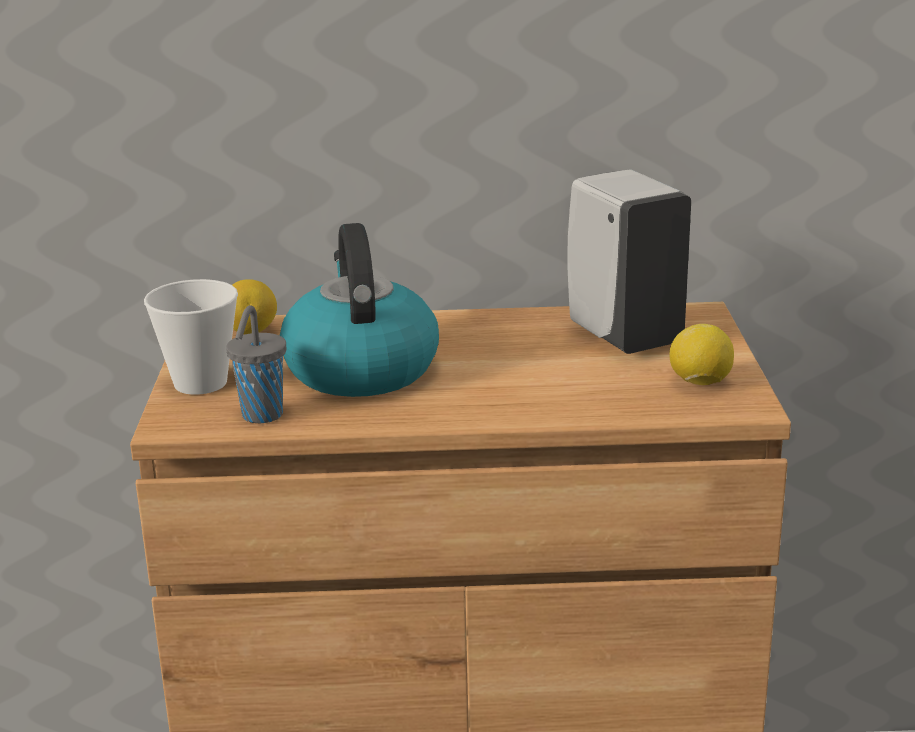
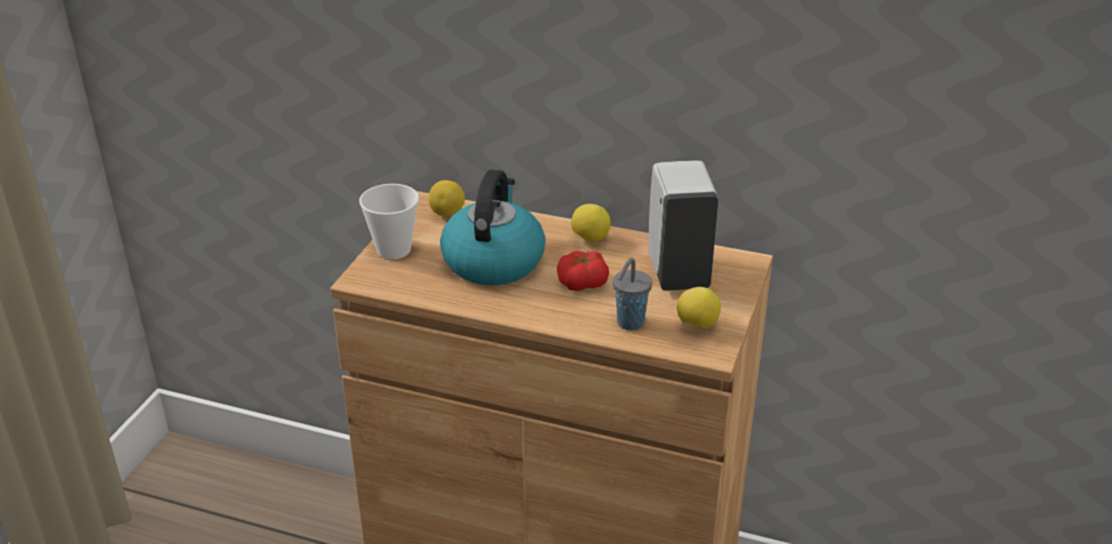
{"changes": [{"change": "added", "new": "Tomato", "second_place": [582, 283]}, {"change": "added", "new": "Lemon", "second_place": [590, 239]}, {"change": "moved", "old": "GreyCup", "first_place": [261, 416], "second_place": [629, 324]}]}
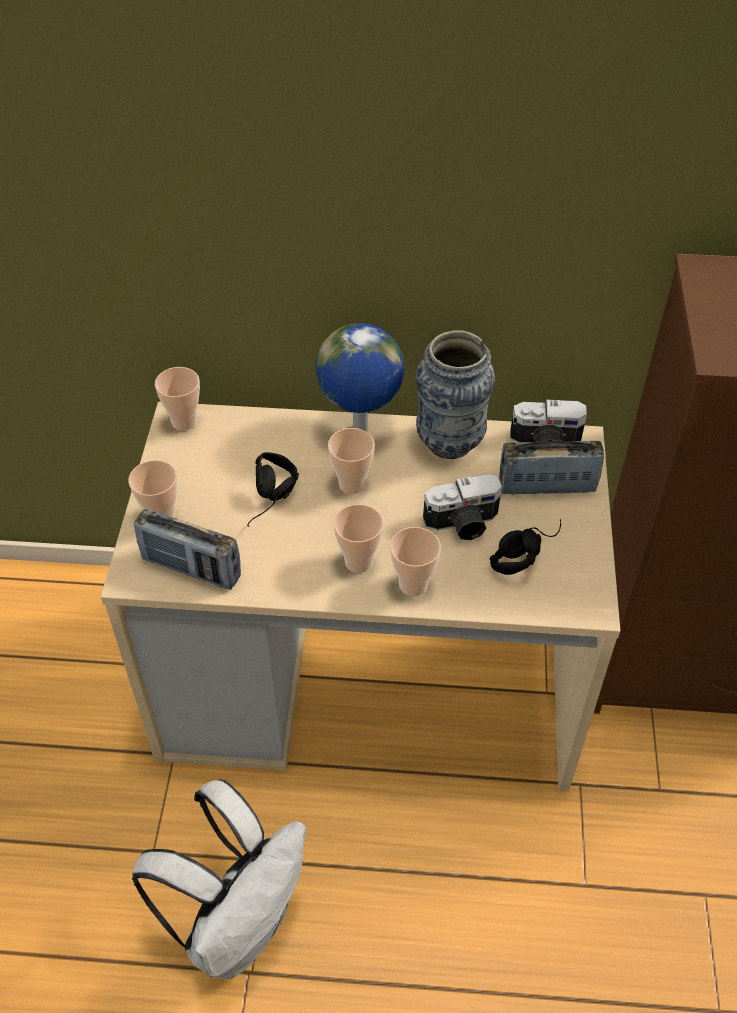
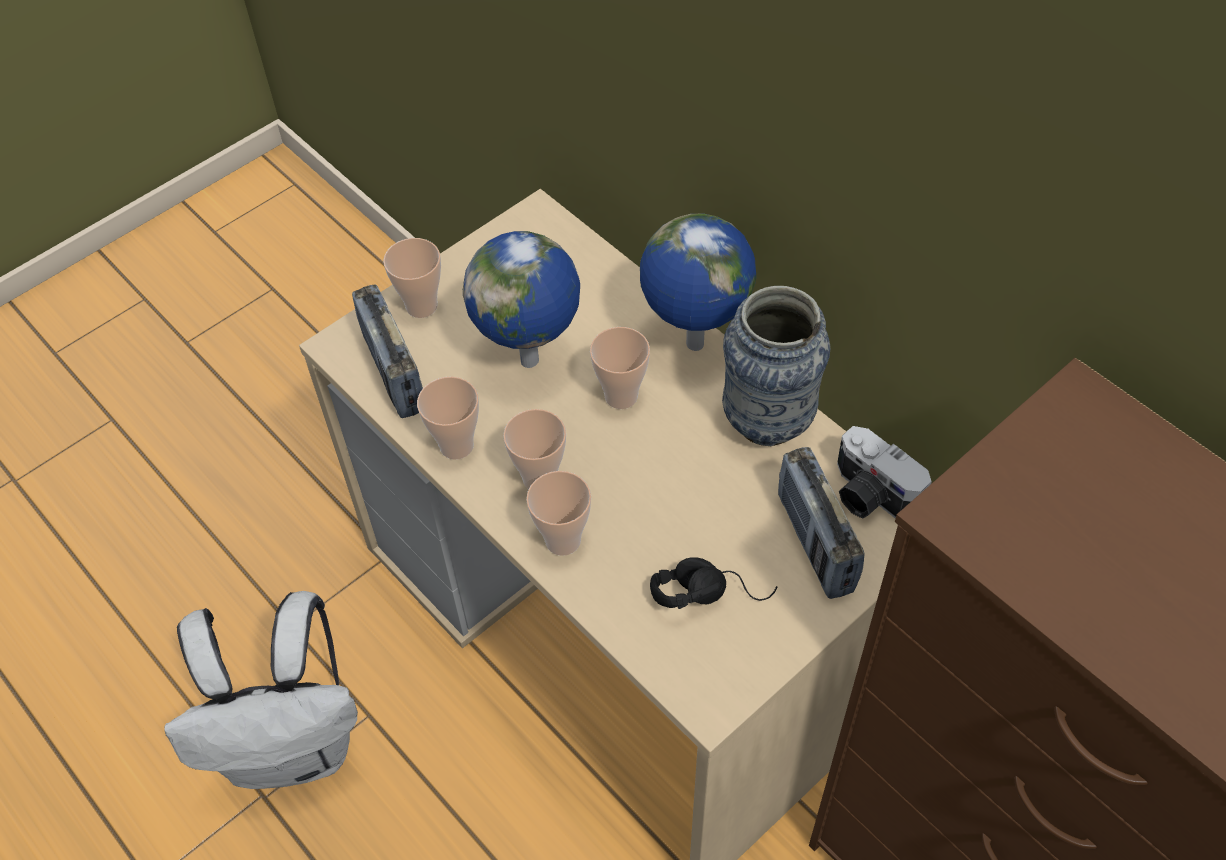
{"changes": [{"change": "removed", "old": "PhotoCamera", "first_place": [463, 524]}, {"change": "moved", "old": "Cup", "first_place": [184, 422], "second_place": [456, 445]}, {"change": "replaced", "old": "BlackHeadphones", "new": "Globe", "first_place": [274, 501], "second_place": [532, 361]}, {"change": "turned", "old": "Radio", "first_place": [546, 487], "second_place": [814, 543], "degrees": -150}]}
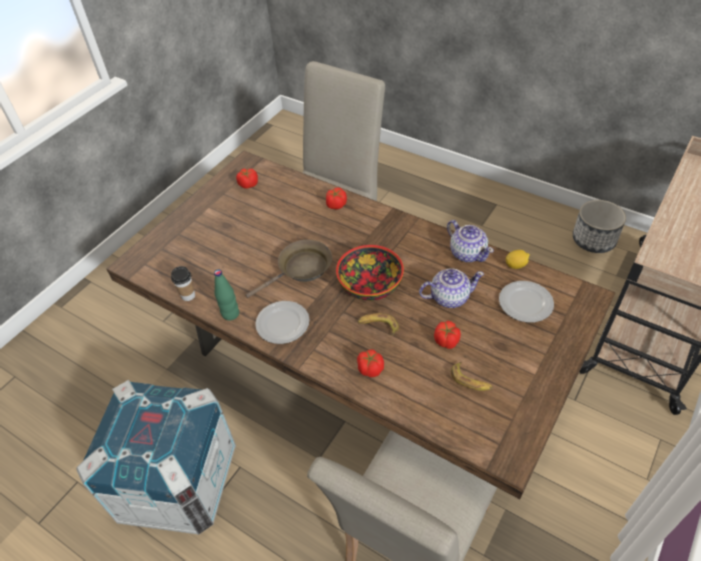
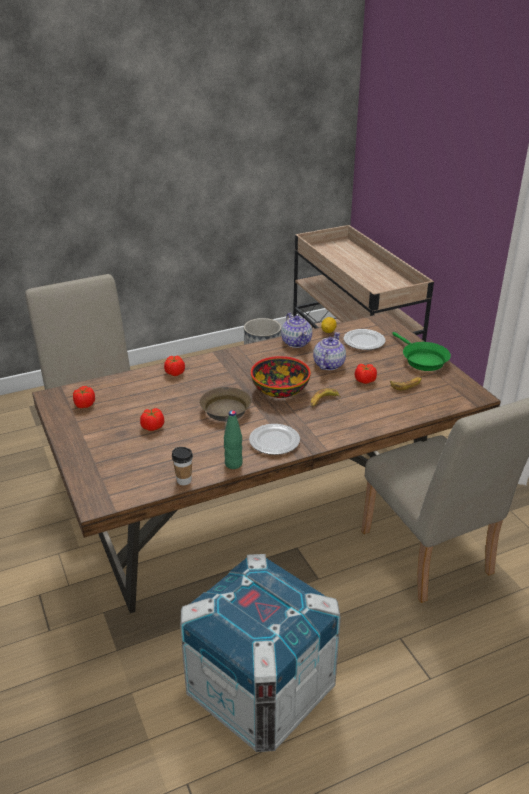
{"changes": [{"change": "added", "new": "GreenFryingPan", "second_place": [422, 359]}, {"change": "moved", "old": "Tomato", "first_place": [370, 369], "second_place": [152, 427]}, {"change": "turned", "old": "Teapot", "first_place": [467, 253], "second_place": [296, 342], "degrees": 75}]}
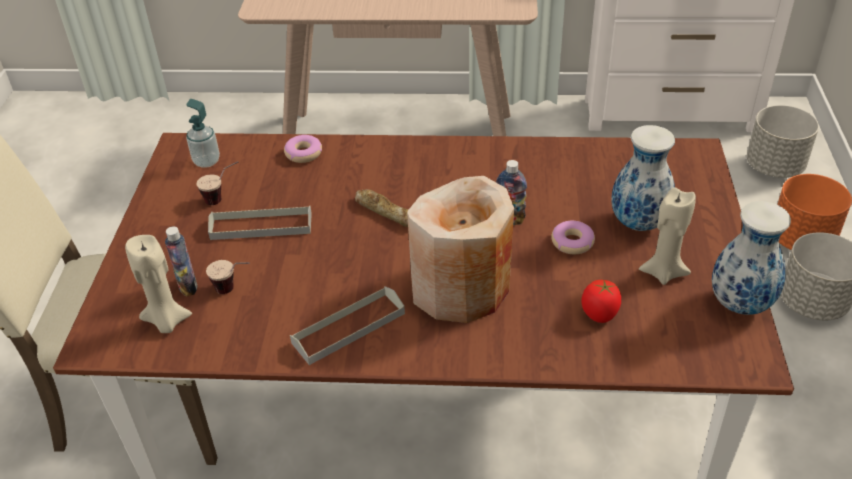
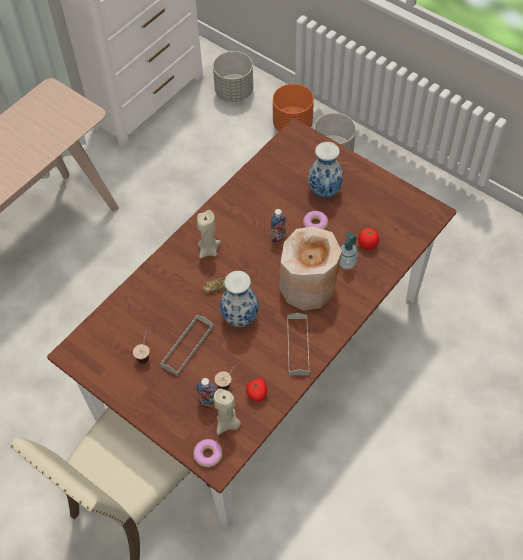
{"changes": [{"change": "added", "new": "Tomato", "second_place": [257, 393]}, {"change": "moved", "old": "SoapDispenser", "first_place": [206, 161], "second_place": [346, 263]}, {"change": "moved", "old": "Donut", "first_place": [303, 153], "second_place": [208, 454]}, {"change": "moved", "old": "BeigeCandle", "first_place": [663, 272], "second_place": [208, 250]}, {"change": "moved", "old": "Vase", "first_place": [740, 305], "second_place": [240, 318]}]}
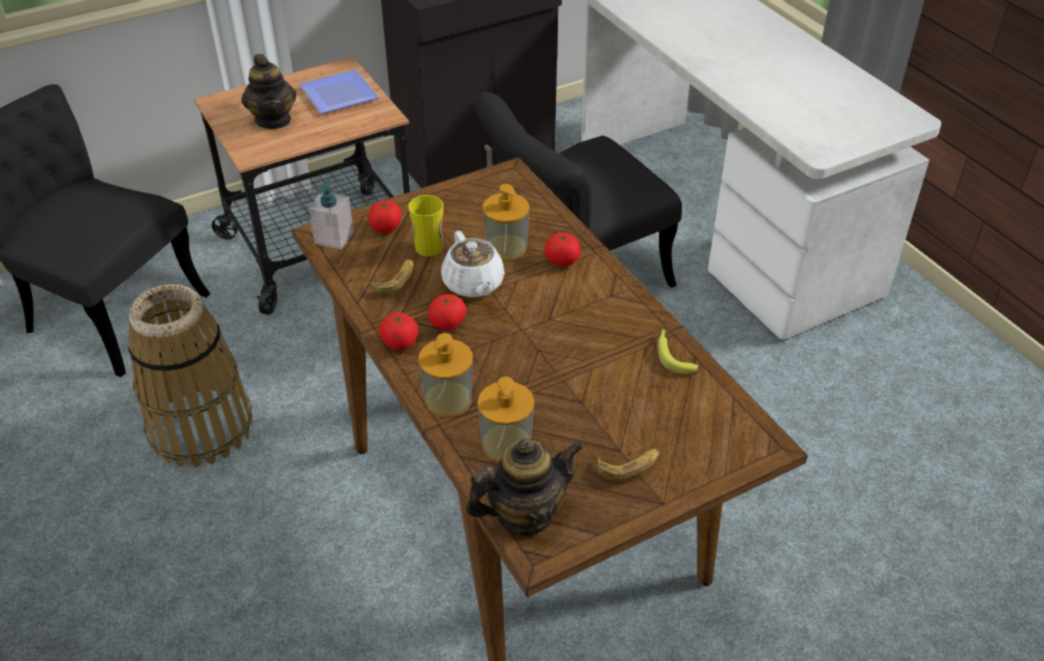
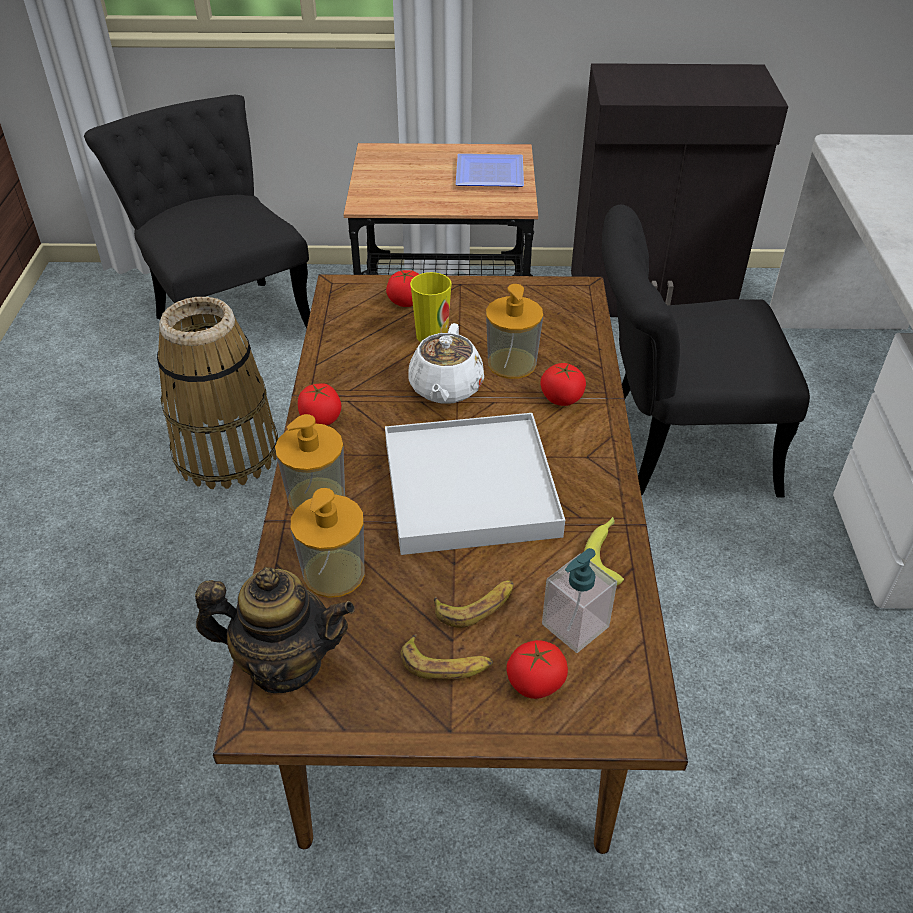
{"changes": [{"change": "removed", "old": "Teapot", "first_place": [273, 120]}, {"change": "added", "new": "WhiteTray", "second_place": [470, 488]}, {"change": "moved", "old": "SoapDispenser", "first_place": [334, 238], "second_place": [575, 626]}, {"change": "moved", "old": "Banana", "first_place": [395, 280], "second_place": [476, 606]}, {"change": "moved", "old": "Tomato", "first_place": [447, 323], "second_place": [535, 683]}]}
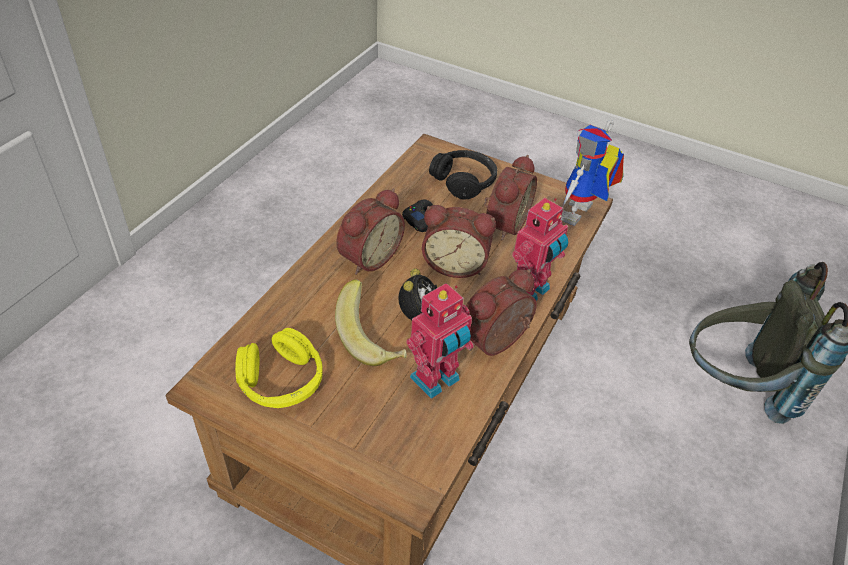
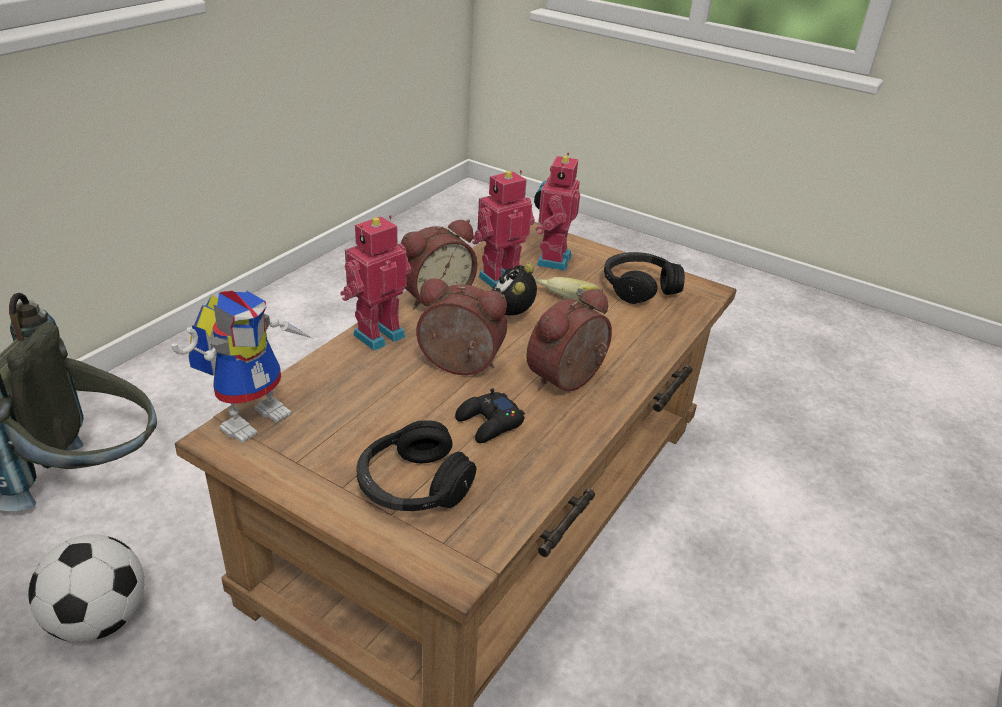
{"changes": [{"change": "removed", "old": "AlarmClock", "first_place": [503, 223]}, {"change": "added", "new": "Football", "second_place": [99, 620]}, {"change": "added", "new": "ToyRobot", "second_place": [551, 260]}, {"change": "recoloured", "old": "YellowHeadphones", "new": "BlackHeadphones", "first_place": [281, 381], "second_place": [639, 287]}]}
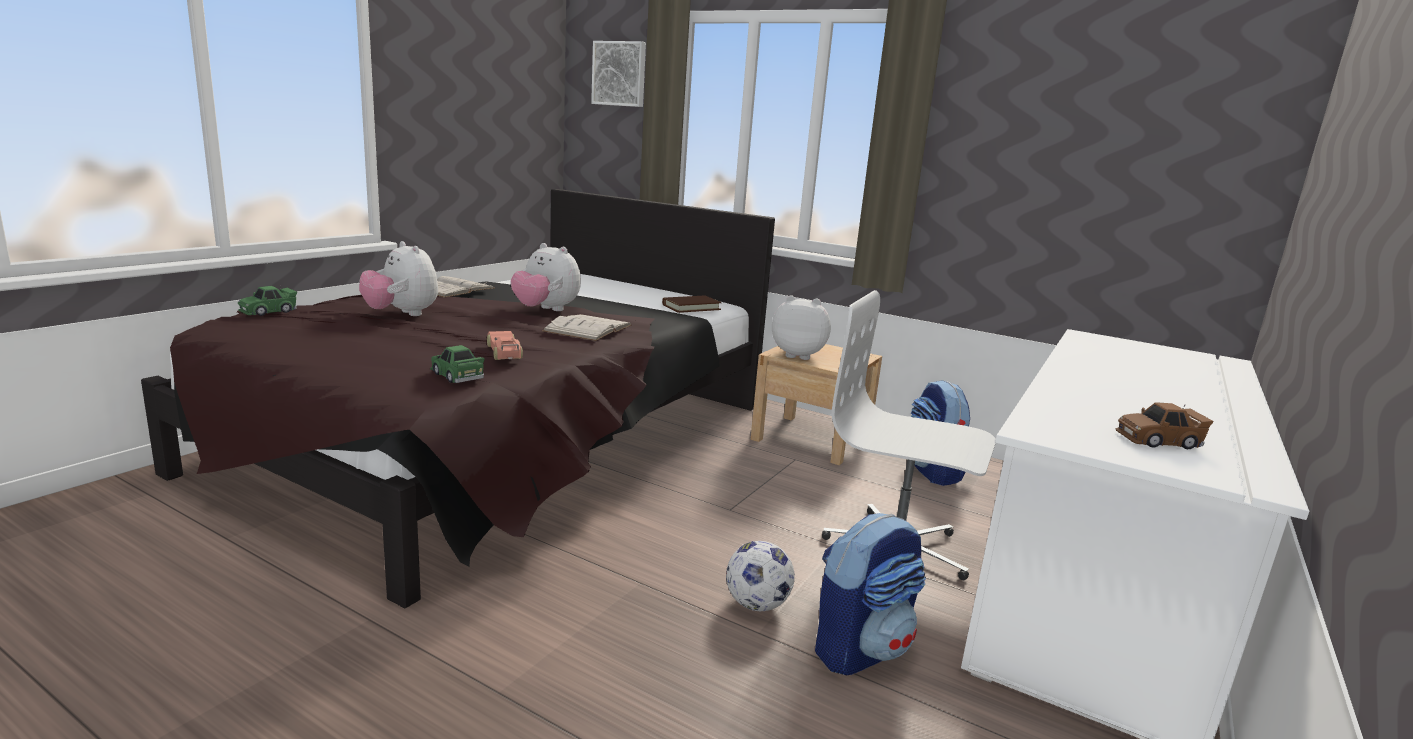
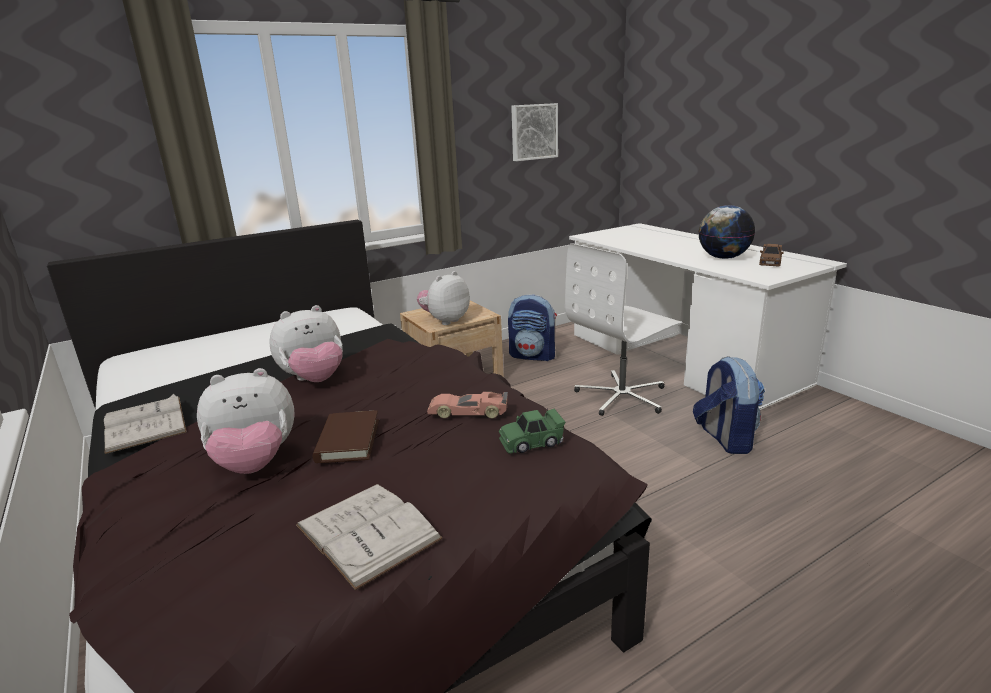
{"changes": [{"change": "removed", "old": "GreenToyCar", "first_place": [268, 311]}, {"change": "removed", "old": "Football", "first_place": [756, 604]}, {"change": "added", "new": "Globe", "second_place": [723, 258]}, {"change": "moved", "old": "WhiteBook", "first_place": [588, 328], "second_place": [367, 532]}, {"change": "moved", "old": "Picture", "first_place": [620, 74], "second_place": [533, 132]}, {"change": "moved", "old": "BrownBook", "first_place": [691, 307], "second_place": [348, 440]}]}
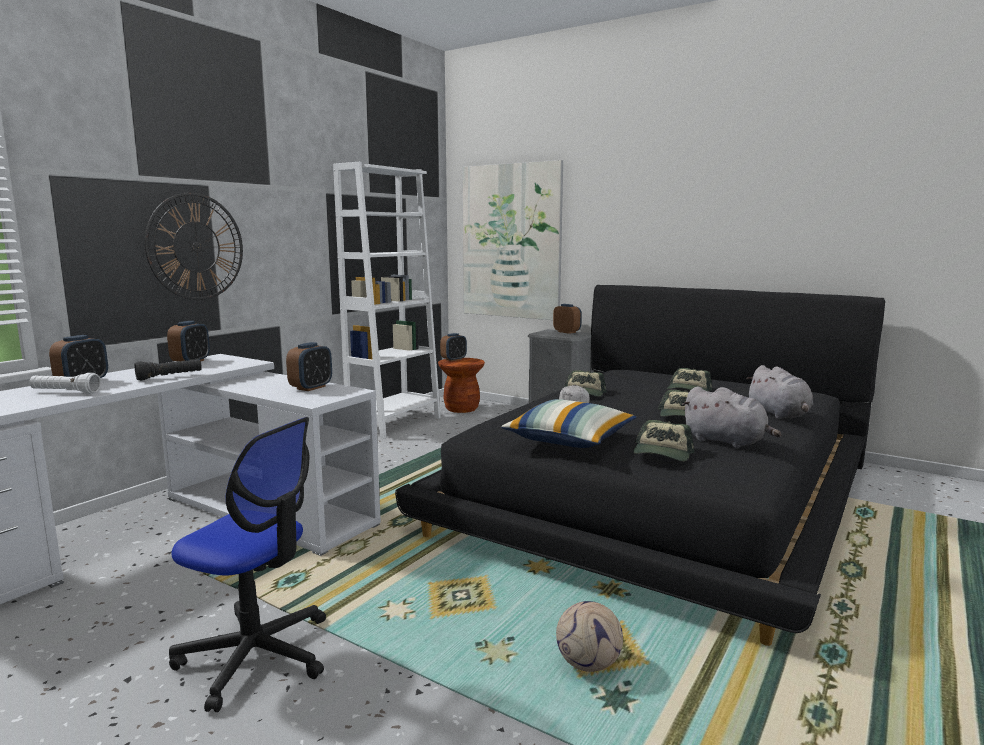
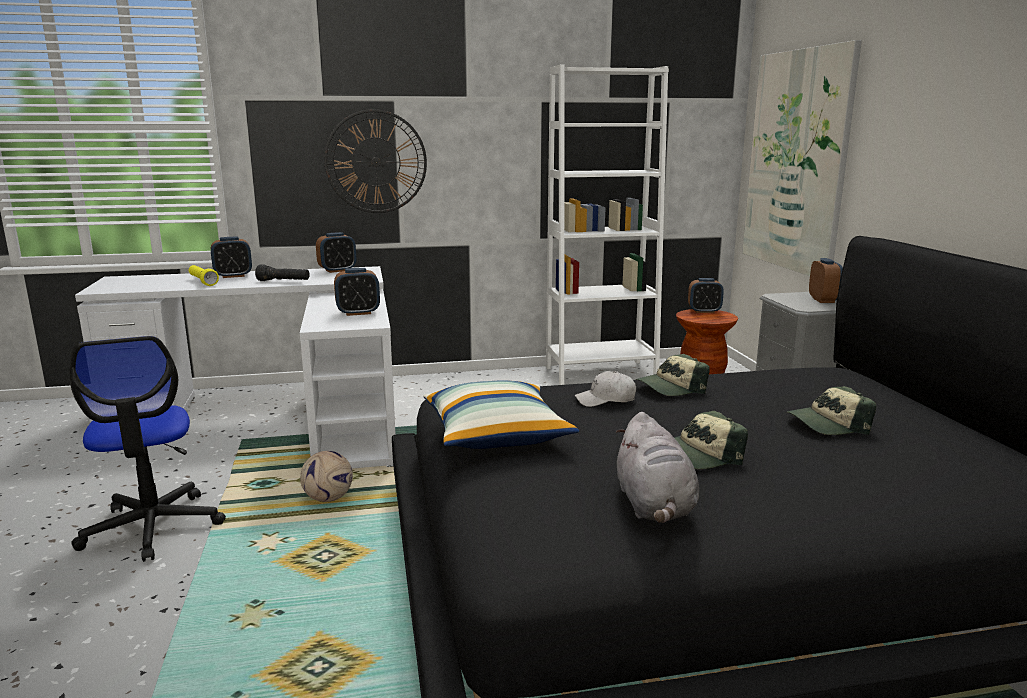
{"changes": [{"change": "removed", "old": "Cap", "first_place": [662, 454]}, {"change": "removed", "old": "GreyPlushToy", "first_place": [779, 415]}, {"change": "moved", "old": "Football", "first_place": [589, 664], "second_place": [328, 499]}, {"change": "recoloured", "old": "WhiteFlashlight", "new": "YellowFlashlight", "first_place": [65, 392], "second_place": [202, 282]}]}
